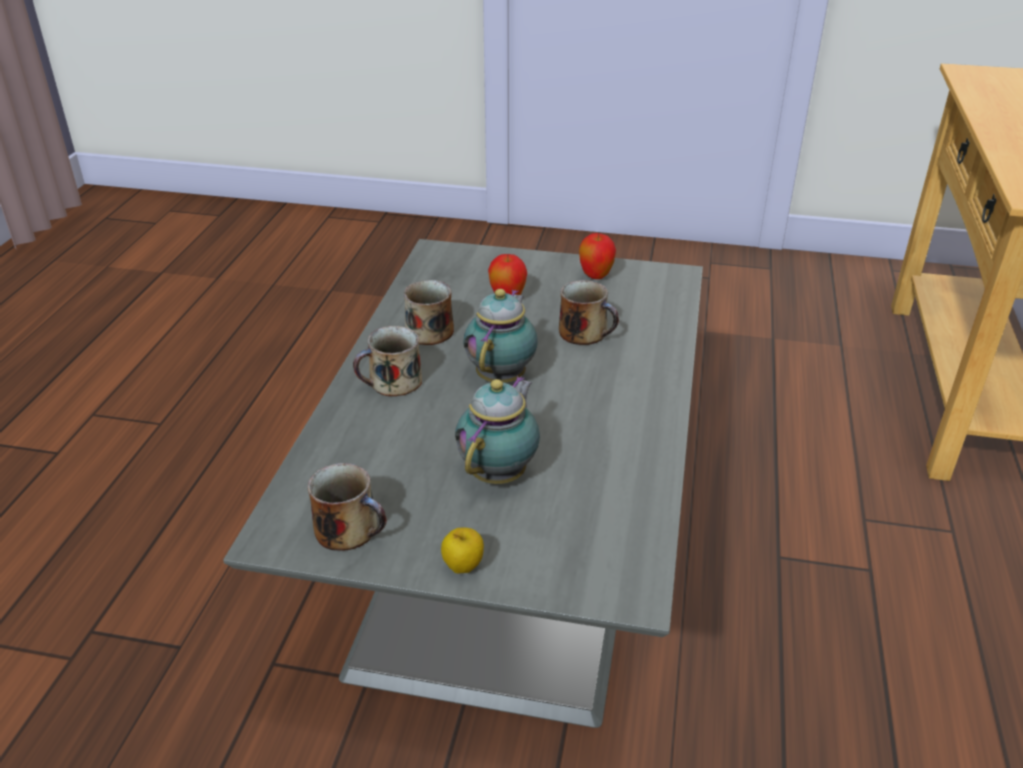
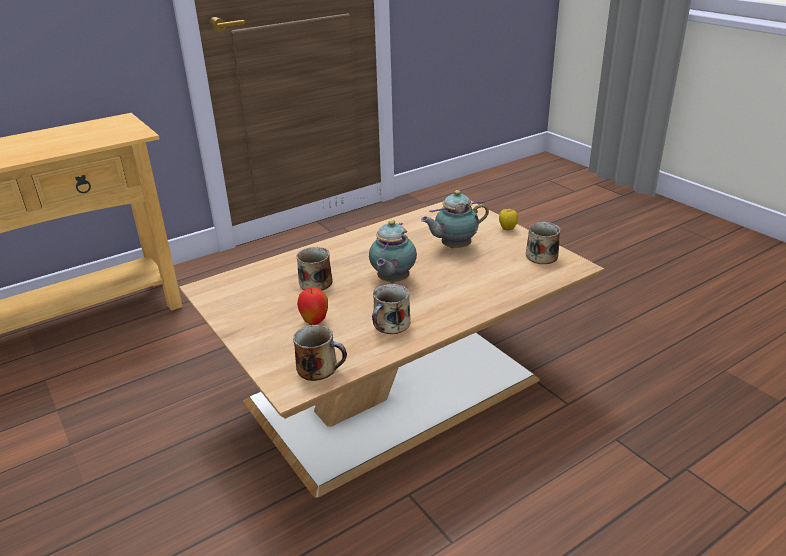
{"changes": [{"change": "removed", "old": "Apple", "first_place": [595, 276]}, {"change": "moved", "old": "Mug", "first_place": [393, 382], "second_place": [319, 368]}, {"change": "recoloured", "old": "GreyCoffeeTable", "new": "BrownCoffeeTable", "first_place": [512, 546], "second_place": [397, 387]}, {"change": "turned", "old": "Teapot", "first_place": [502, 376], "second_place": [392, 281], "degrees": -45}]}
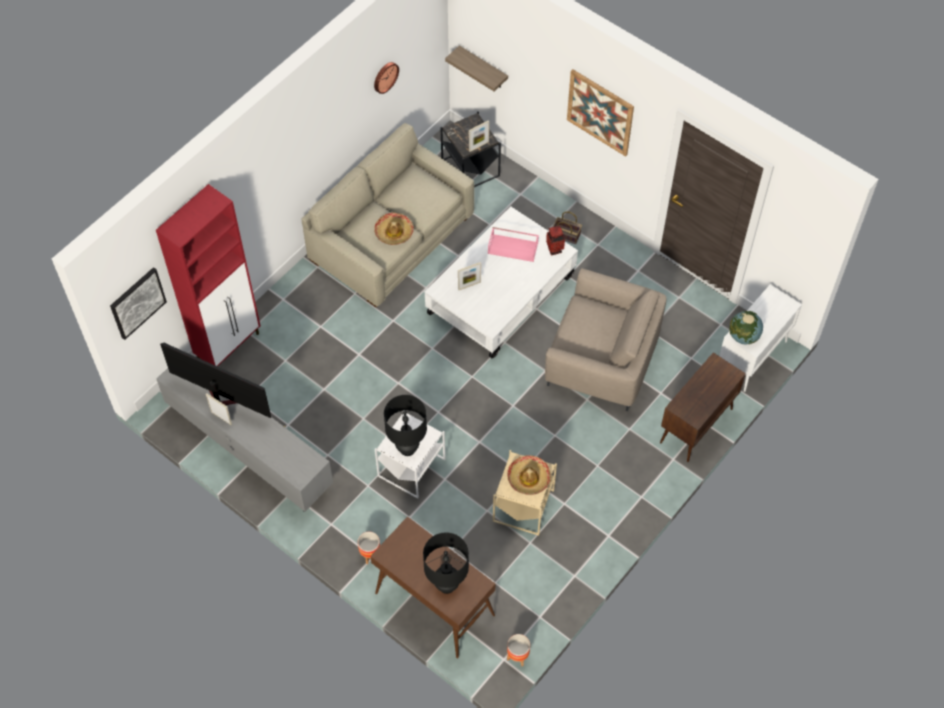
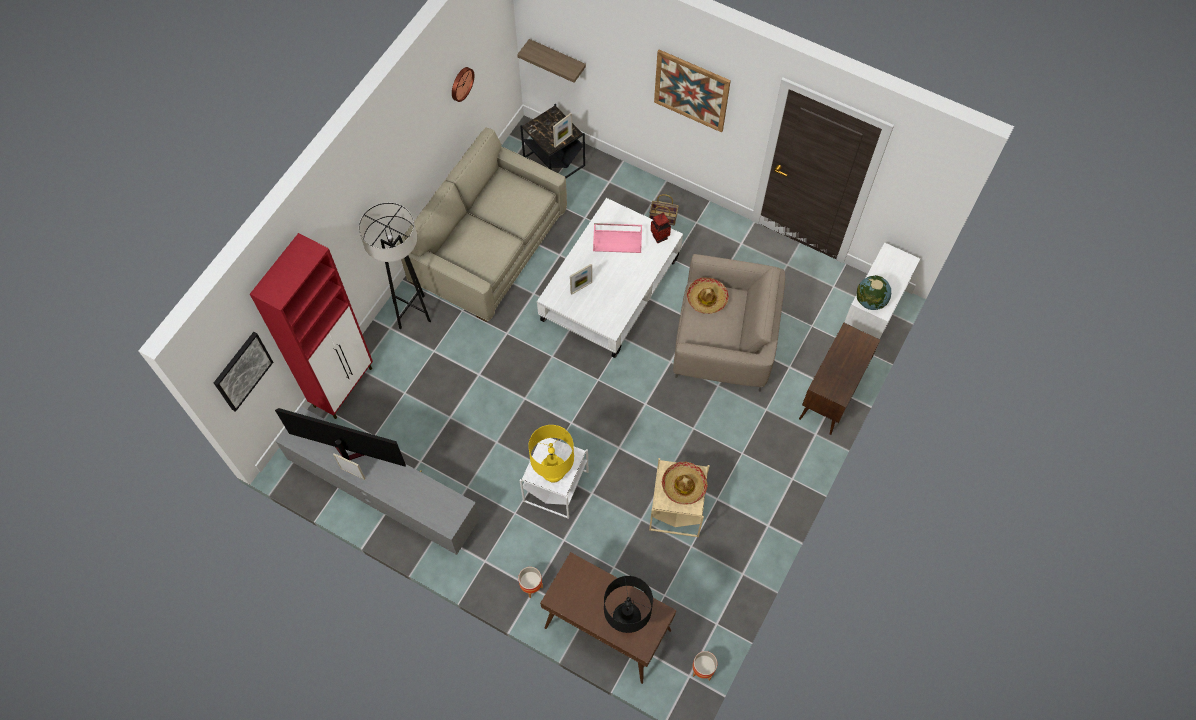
{"changes": [{"change": "added", "new": "GreyFloorLamp", "second_place": [412, 312]}, {"change": "moved", "old": "Hat", "first_place": [394, 232], "second_place": [707, 299]}, {"change": "recoloured", "old": "BlackTableLamp", "new": "YellowTableLamp", "first_place": [407, 449], "second_place": [553, 474]}]}
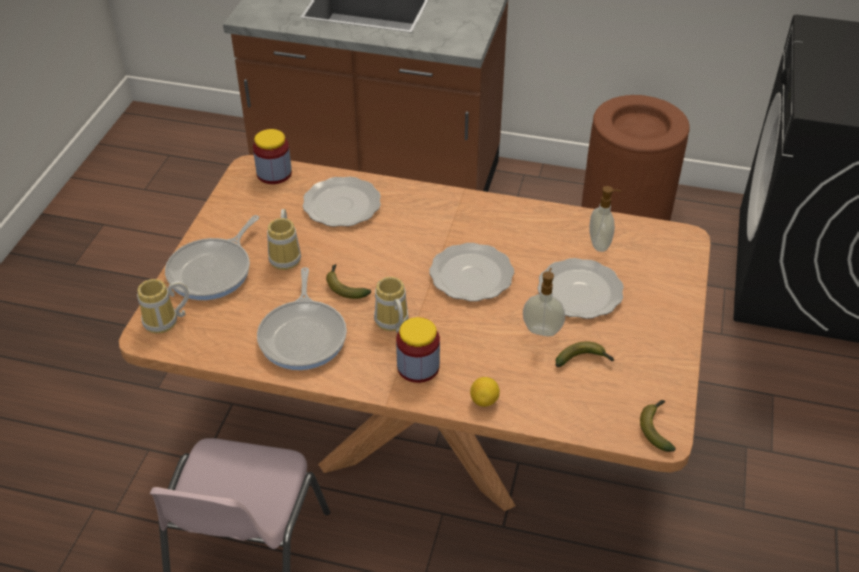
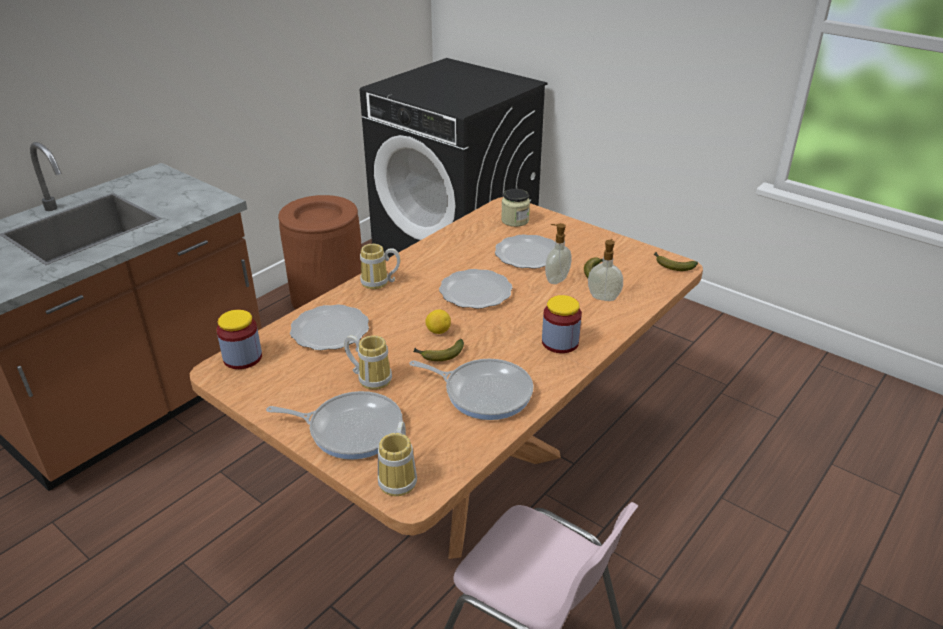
{"changes": [{"change": "added", "new": "Jar", "second_place": [515, 220]}, {"change": "moved", "old": "Mug", "first_place": [391, 324], "second_place": [378, 283]}, {"change": "moved", "old": "Lemon", "first_place": [484, 400], "second_place": [438, 331]}, {"change": "moved", "old": "SoapDispenser", "first_place": [600, 244], "second_place": [603, 297]}, {"change": "turned", "old": "FryingPan", "first_place": [213, 271], "second_place": [351, 429], "degrees": -45}]}
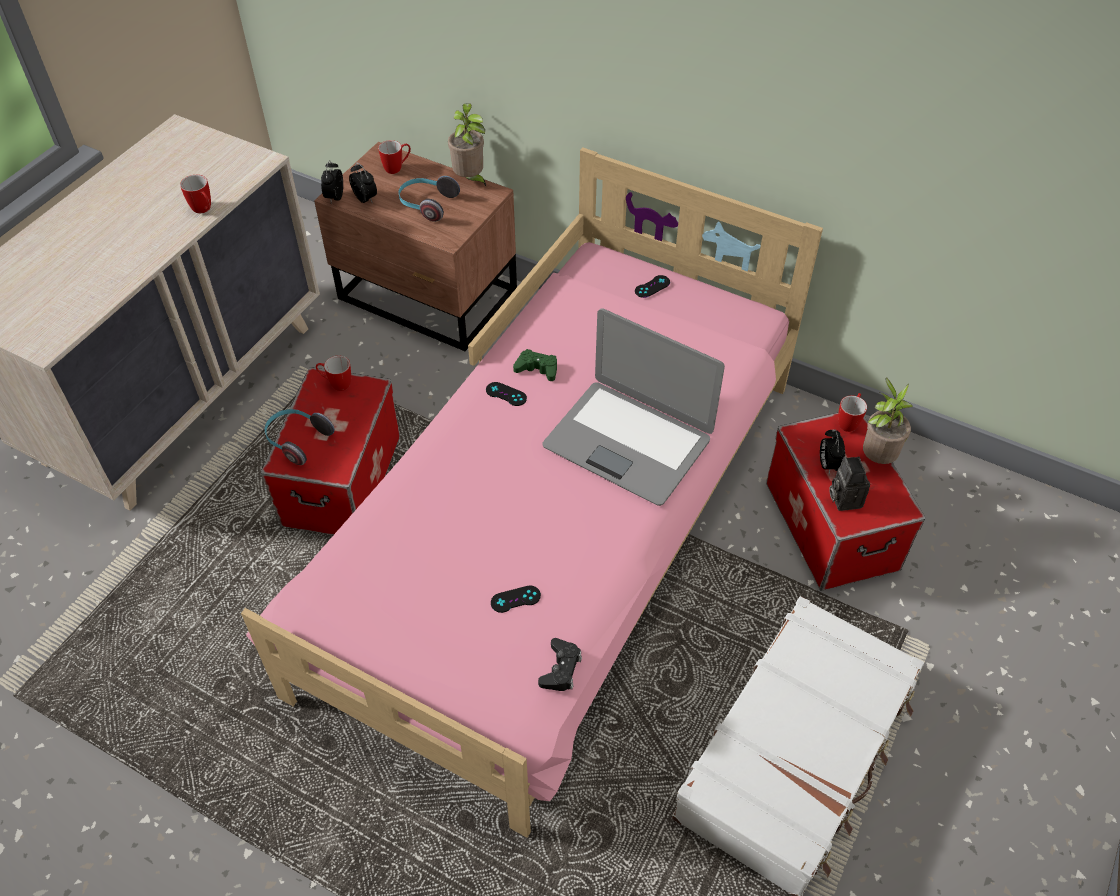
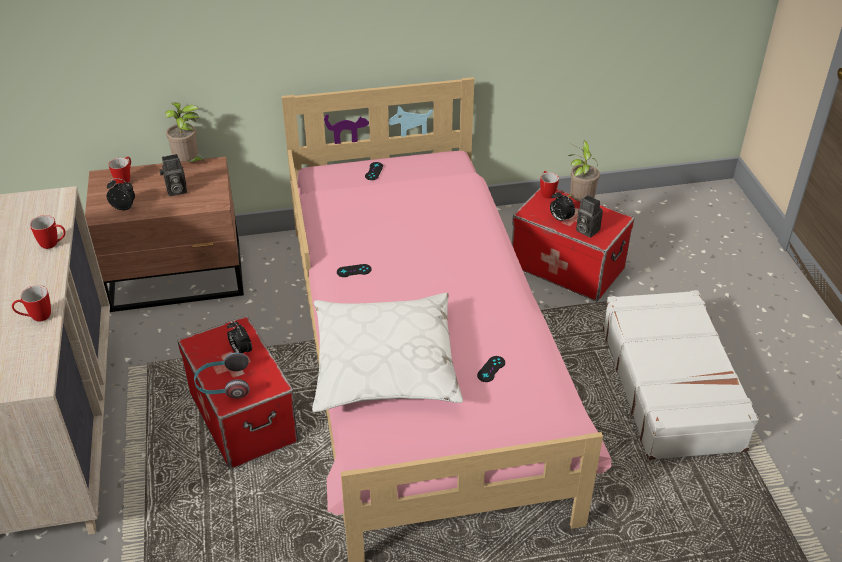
{"changes": [{"change": "removed", "old": "GreenGameController", "first_place": [537, 369]}, {"change": "removed", "old": "BlackGameController", "first_place": [561, 669]}, {"change": "removed", "old": "Laptop", "first_place": [628, 442]}, {"change": "added", "new": "WhitePillow", "second_place": [384, 365]}, {"change": "moved", "old": "Mug", "first_place": [336, 384], "second_place": [36, 317]}, {"change": "moved", "old": "AlarmClock", "first_place": [334, 197], "second_place": [240, 351]}, {"change": "replaced", "old": "Headphones", "new": "PhotoCamera", "first_place": [427, 205], "second_place": [175, 191]}]}
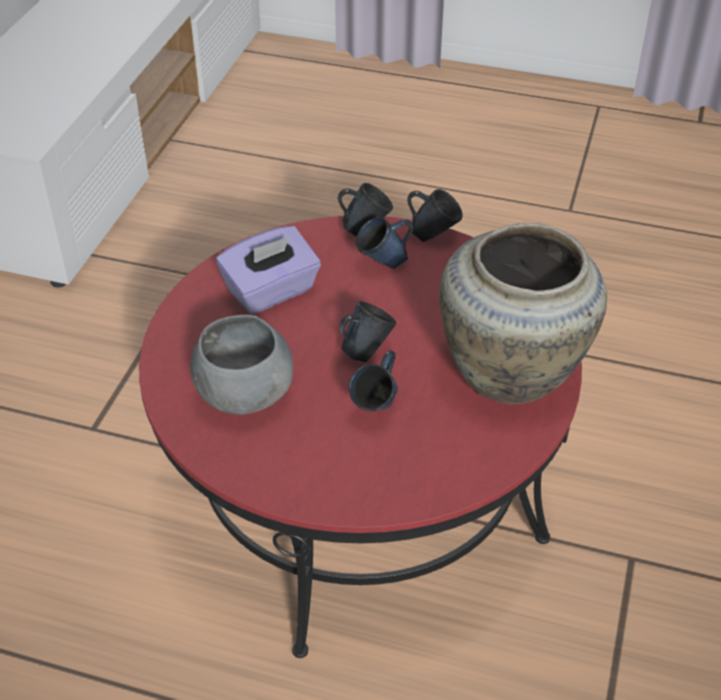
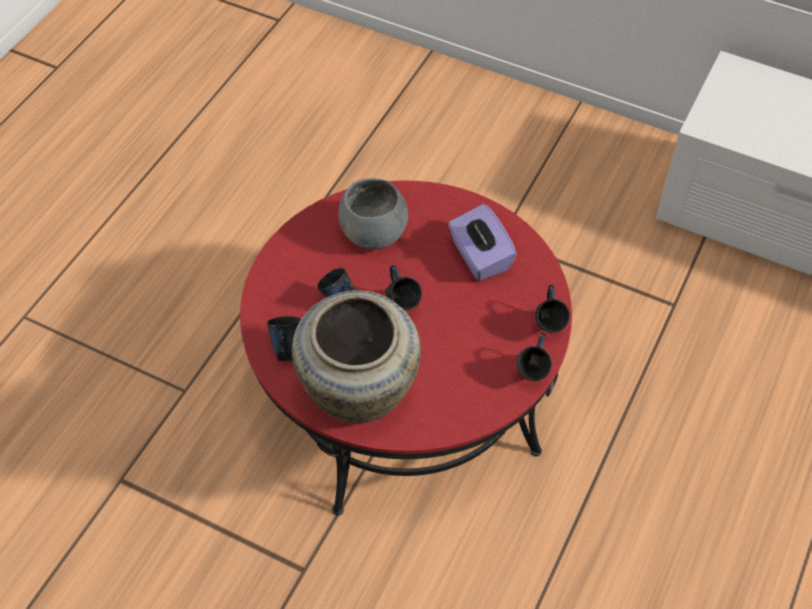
{"changes": [{"change": "moved", "old": "BlueMug", "first_place": [383, 265], "second_place": [286, 350]}]}
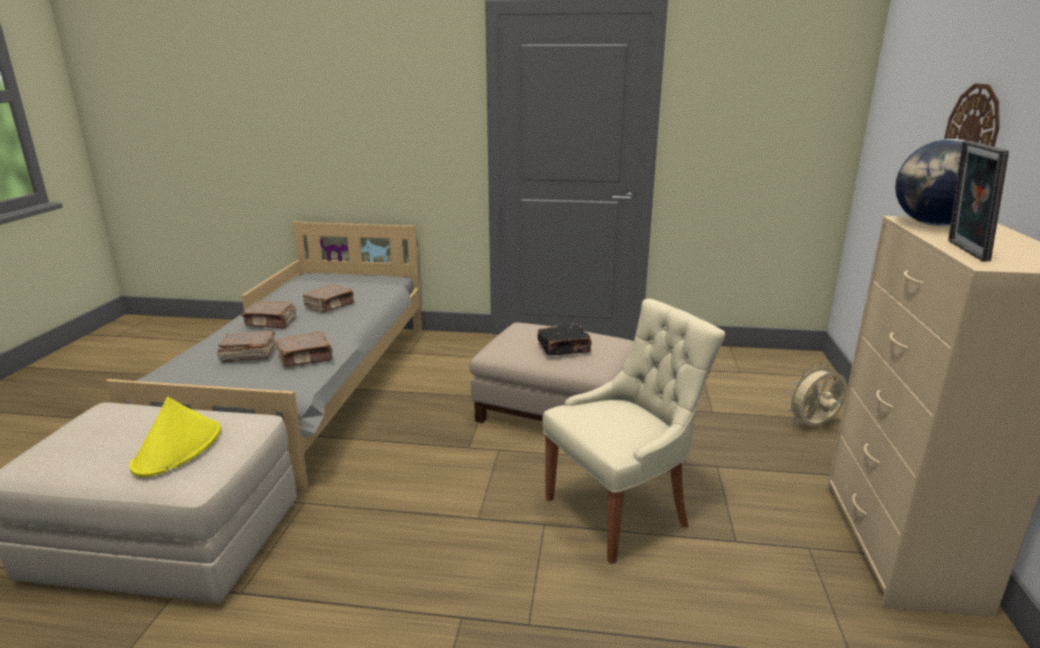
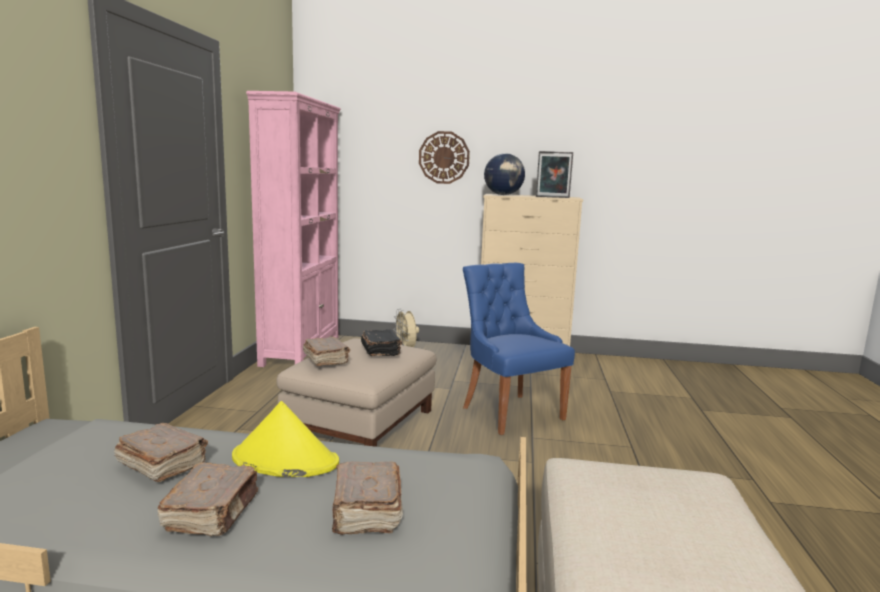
{"changes": [{"change": "added", "new": "PinkBookcase", "second_place": [301, 350]}, {"change": "moved", "old": "YellowHat", "first_place": [178, 448], "second_place": [284, 460]}, {"change": "moved", "old": "BrownBook", "first_place": [306, 358], "second_place": [326, 360]}, {"change": "recoloured", "old": "BeigeChair", "new": "BlueChair", "first_place": [621, 511], "second_place": [510, 412]}]}
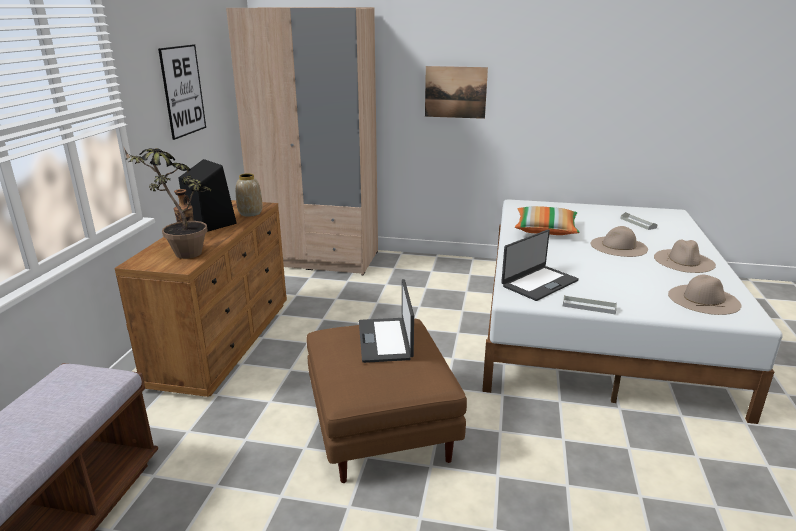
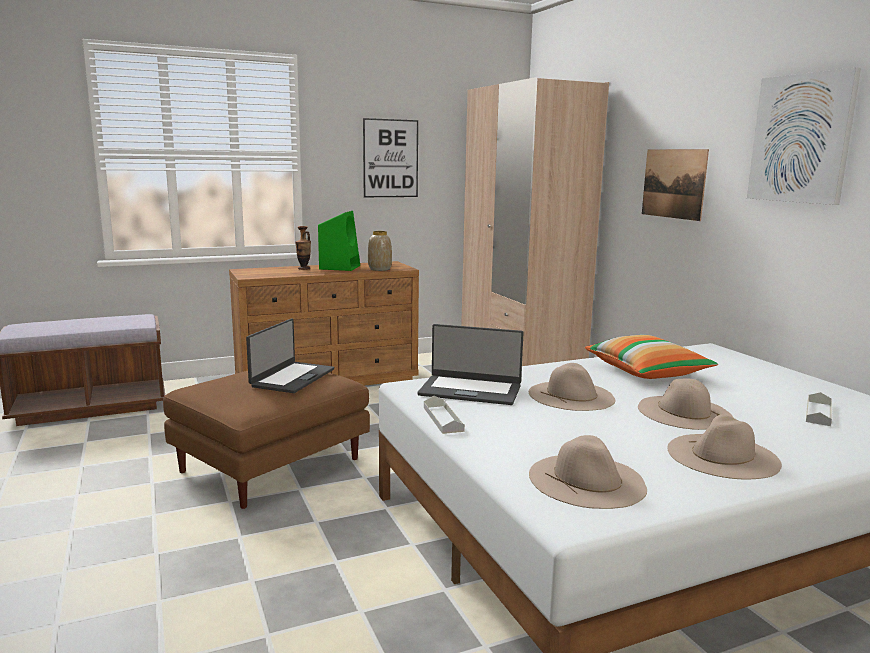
{"changes": [{"change": "removed", "old": "PottedPlant", "first_place": [180, 252]}, {"change": "added", "new": "BeigeHat", "second_place": [571, 395]}, {"change": "added", "new": "Picture", "second_place": [801, 138]}, {"change": "recoloured", "old": "BlackSpeaker", "new": "GreenSpeaker", "first_place": [210, 223], "second_place": [340, 267]}, {"change": "turned", "old": "Laptop", "first_place": [386, 340], "second_place": [292, 378], "degrees": 150}]}
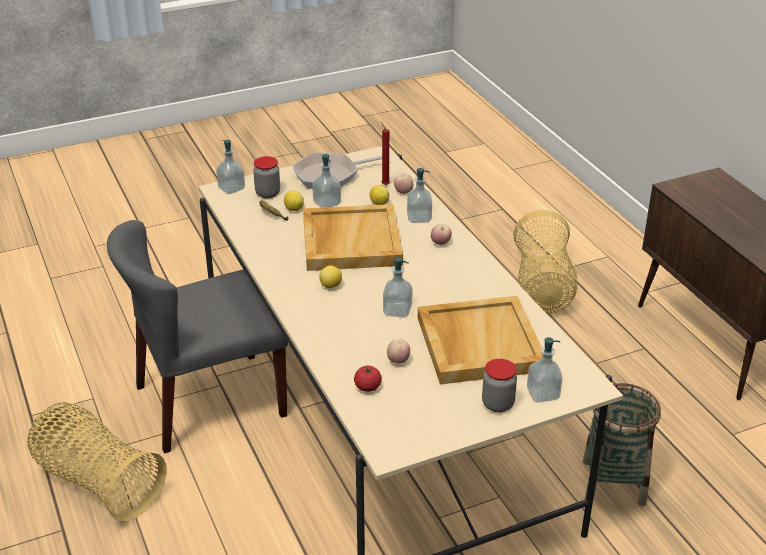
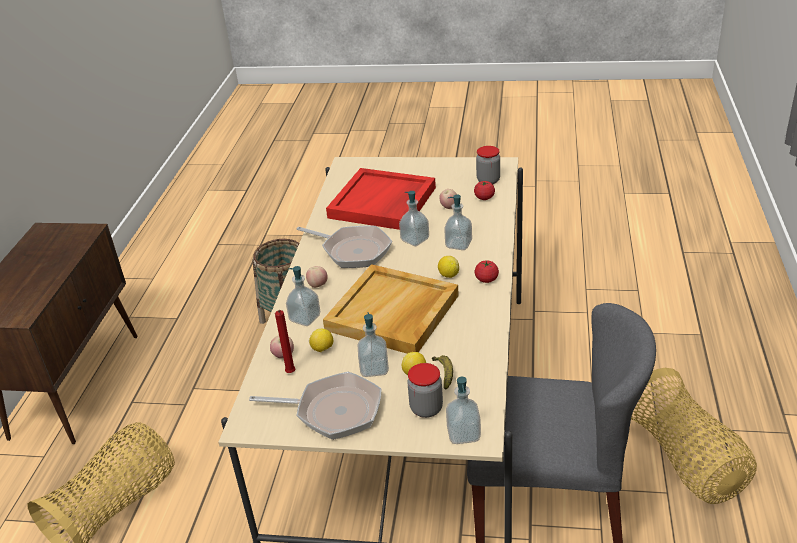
{"changes": [{"change": "added", "new": "FryingPan", "second_place": [353, 250]}, {"change": "added", "new": "Tomato", "second_place": [486, 279]}, {"change": "moved", "old": "Jar", "first_place": [497, 404], "second_place": [488, 180]}, {"change": "moved", "old": "SoapDispenser", "first_place": [543, 394], "second_place": [458, 244]}, {"change": "recoloured", "old": "BeigeTray", "new": "RedTray", "first_place": [478, 343], "second_place": [383, 203]}]}
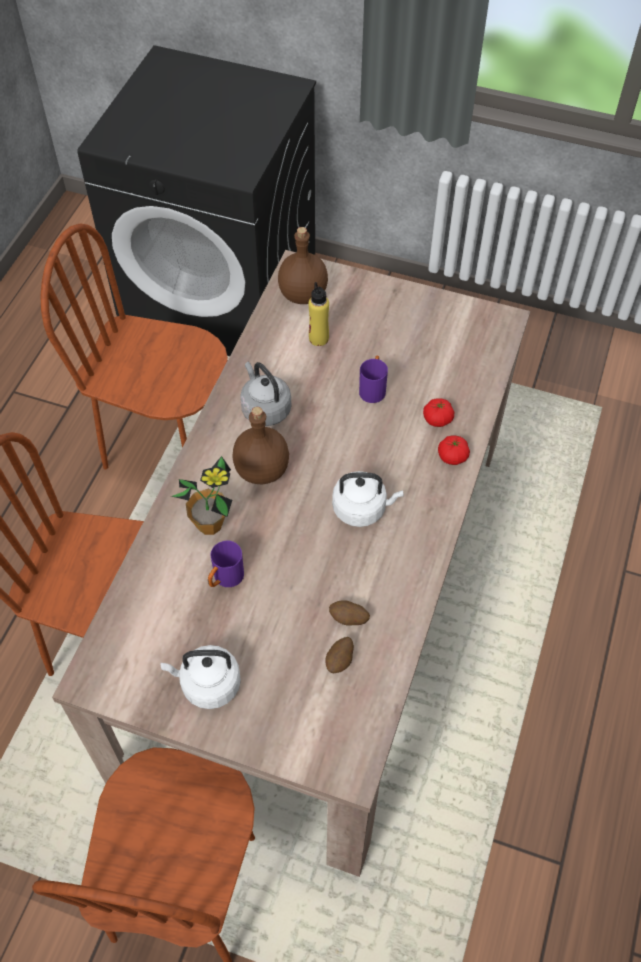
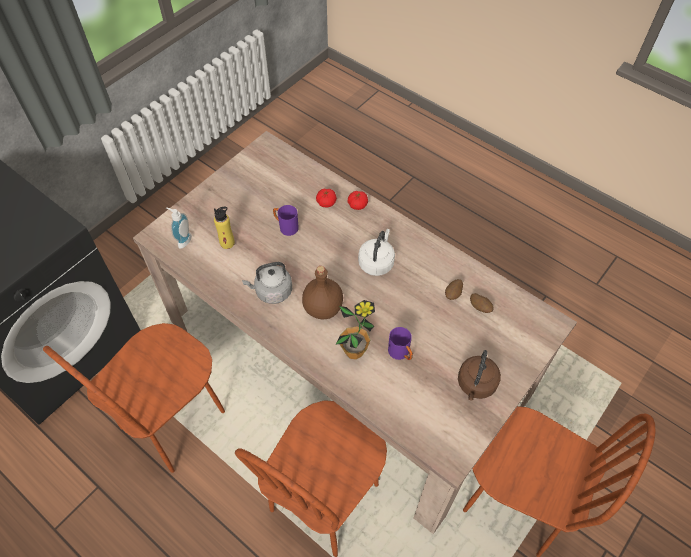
{"changes": [{"change": "replaced", "old": "BrownBottle", "new": "SoapDispenser", "first_place": [302, 295], "second_place": [183, 240]}, {"change": "recoloured", "old": "WhiteKettle", "new": "BrownKettle", "first_place": [207, 684], "second_place": [476, 385]}]}
